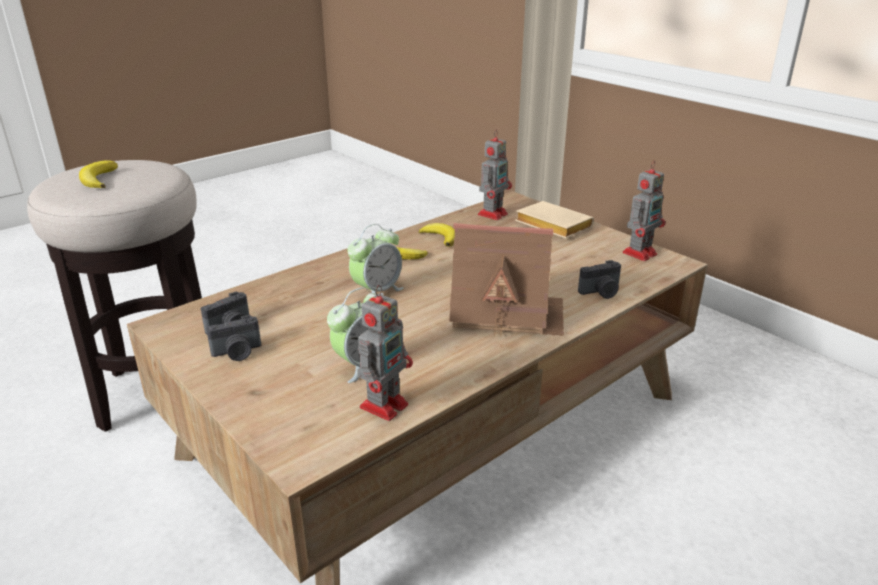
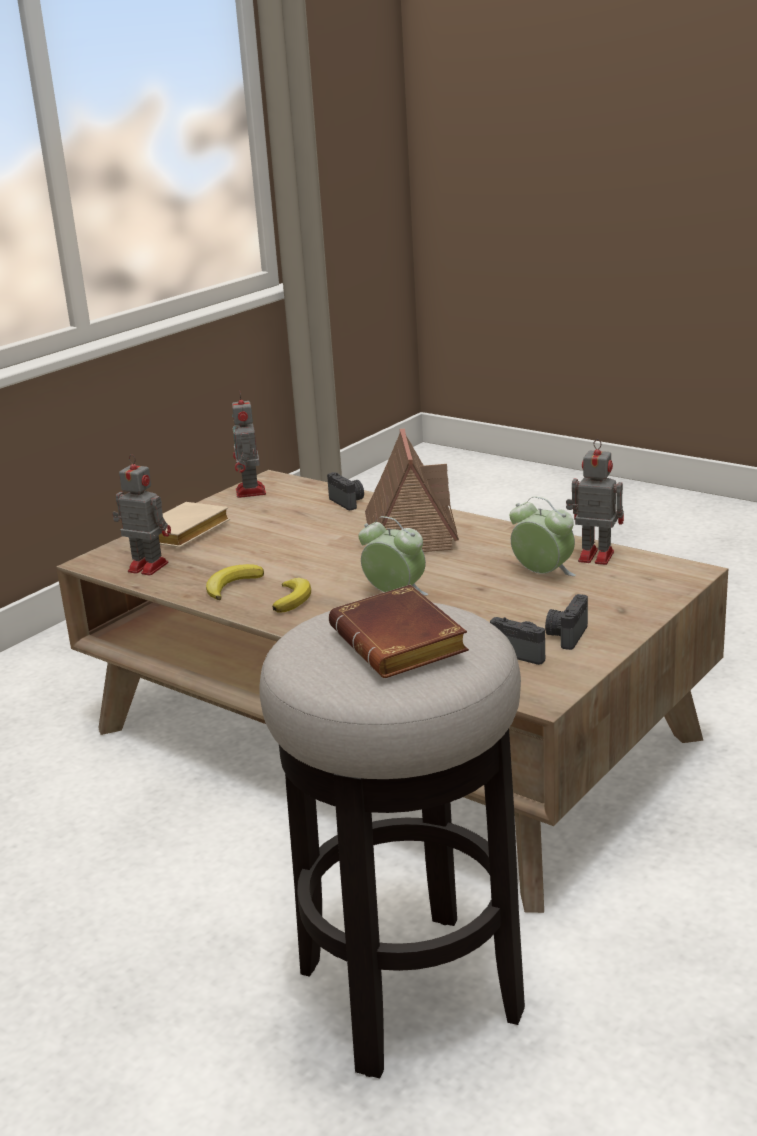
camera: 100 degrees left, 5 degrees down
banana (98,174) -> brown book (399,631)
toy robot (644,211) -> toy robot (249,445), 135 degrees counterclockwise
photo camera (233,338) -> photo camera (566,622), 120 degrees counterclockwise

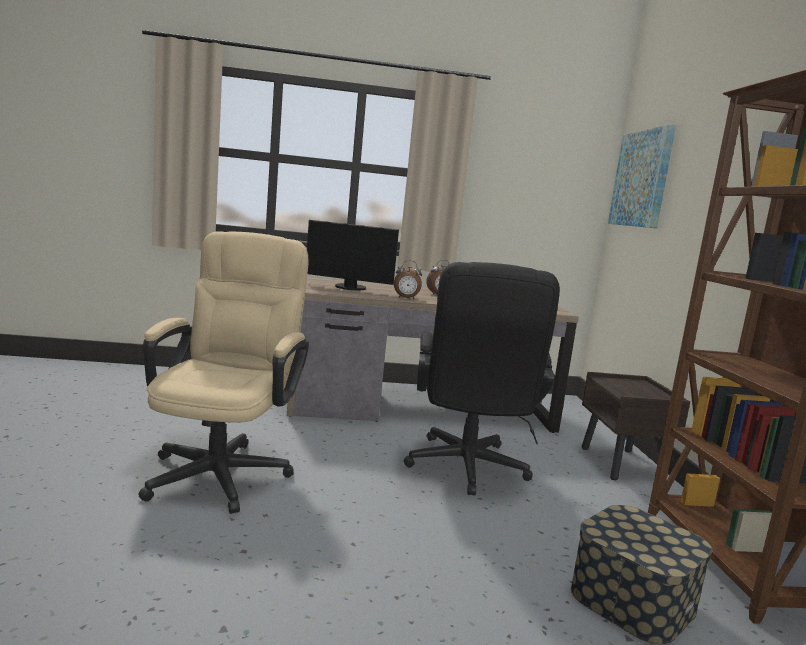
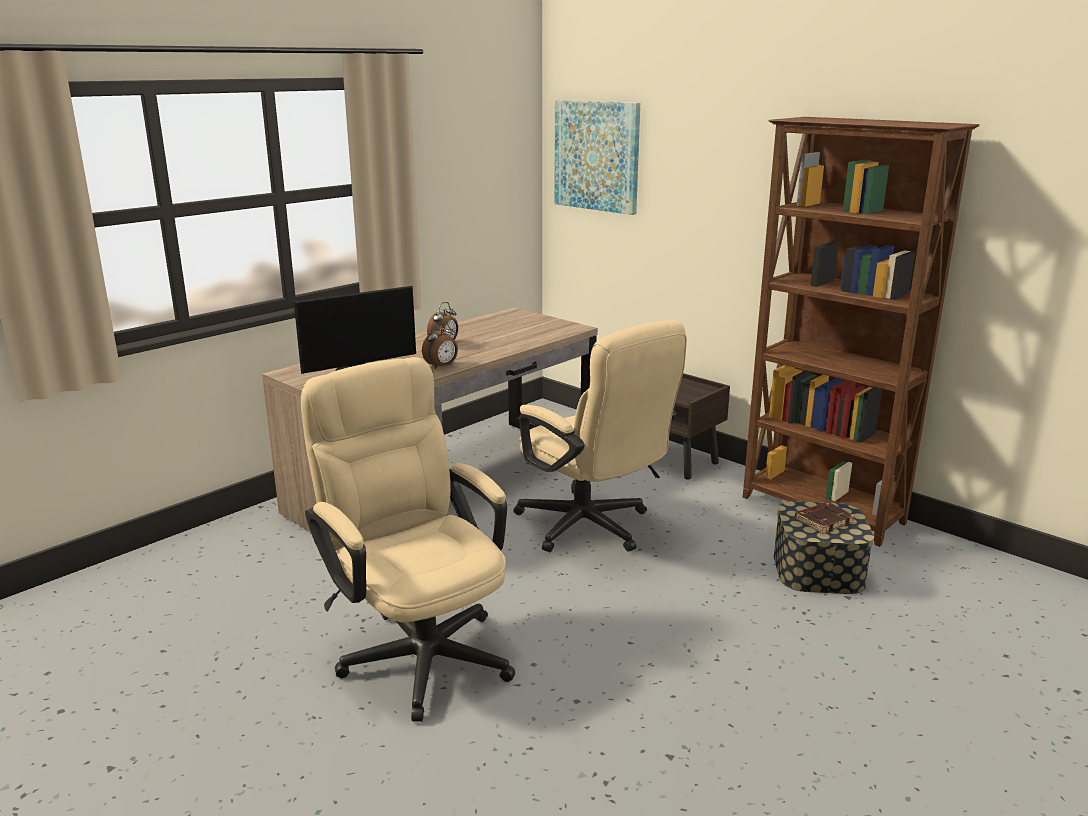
camera: 40 degrees left, 10 degrees up
black office chair (482,379) -> beige office chair (600,436)
none -> brown book (825,518)

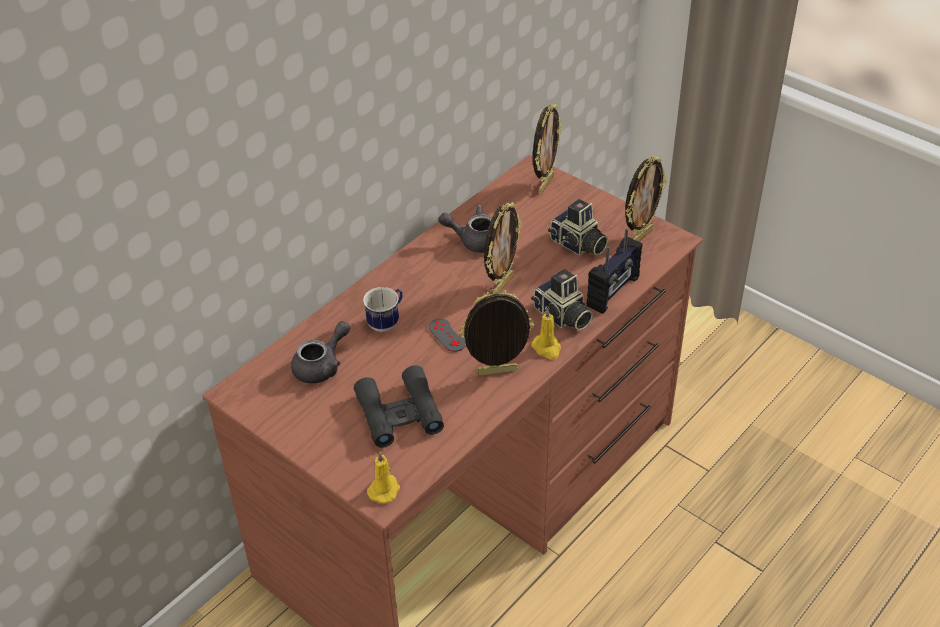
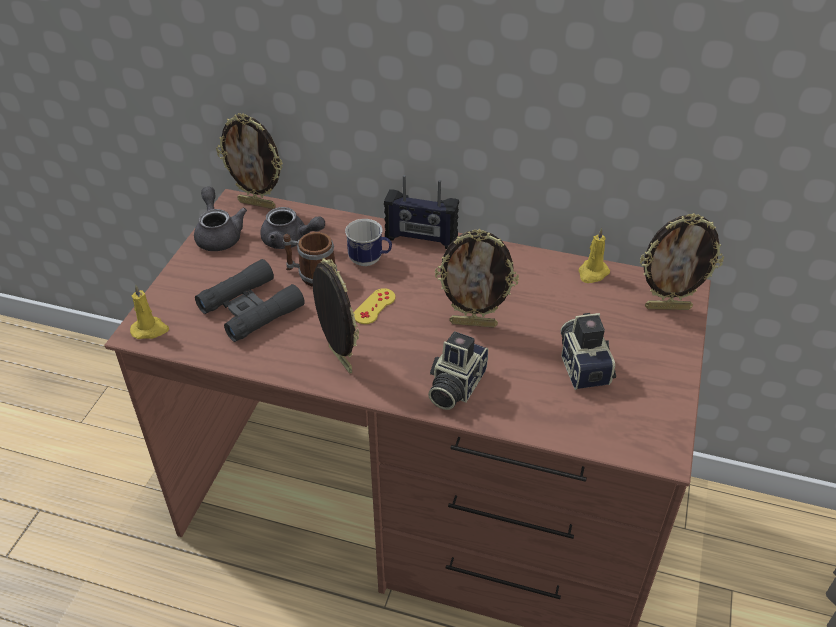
camera: 65 degrees right, 0 degrees up
picture frame (646,199) -> picture frame (249,161), move
photo camera (578,227) -> photo camera (588,351), 150 degrees clockwise
grey teapot (465,228) -> grey teapot (220,219), move
radio (614,271) -> radio (421,212), move
yellow candle (546,334) -> yellow candle (594,255), move
grey game controller (447,335) -> yellow game controller (374,306)
none -> mug (310,259)

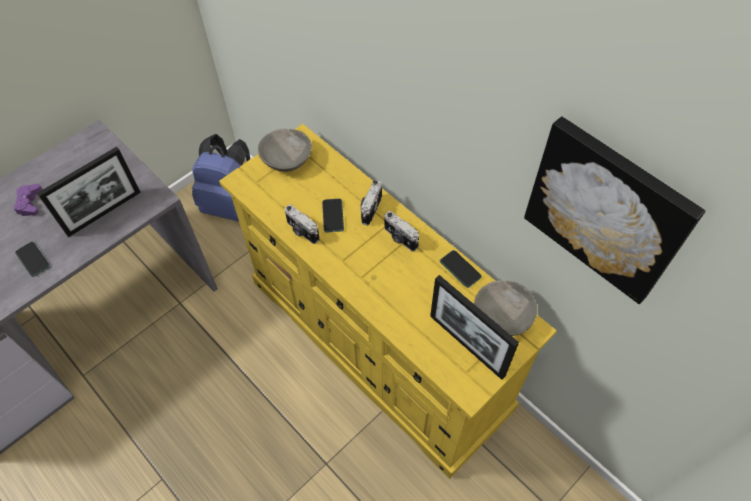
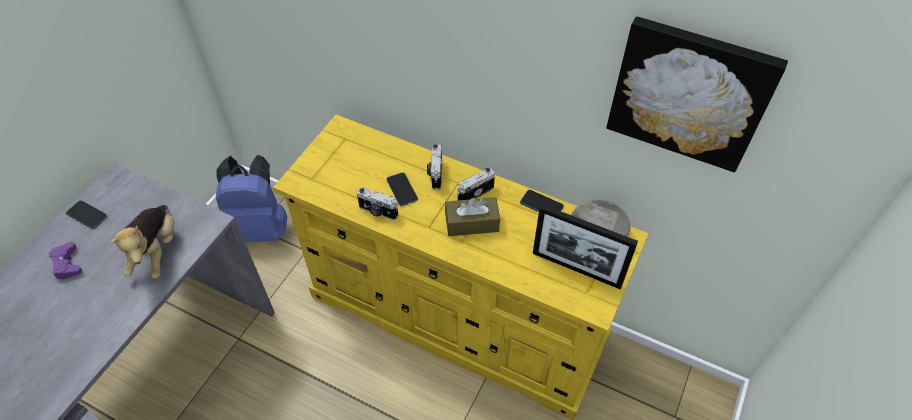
camera: 20 degrees left, 5 degrees down
grey bowl (285,150) -> none
picture frame (89,192) -> plush toy (142,242)
photo camera (401,231) -> photo camera (476,184), 120 degrees clockwise
phone (32,259) -> phone (86,214), move
none -> brown tissue box (472,216)

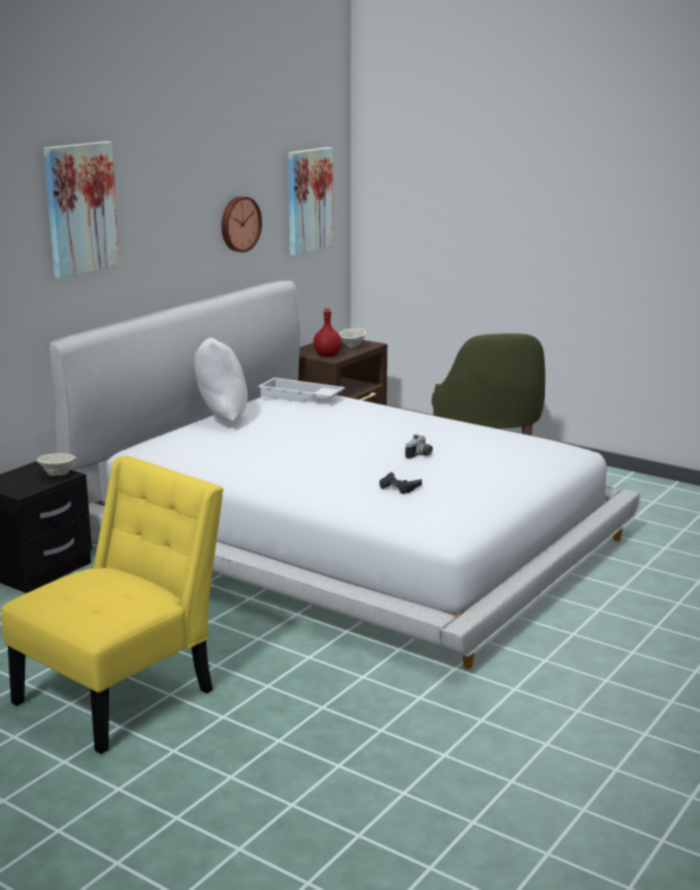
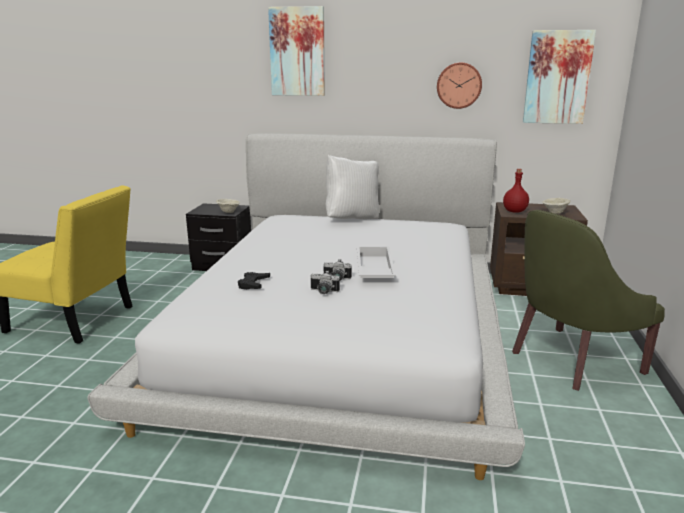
camera: 65 degrees right, 0 degrees up
white tray (301,390) -> white tray (376,262), move
none -> photo camera (325,282)

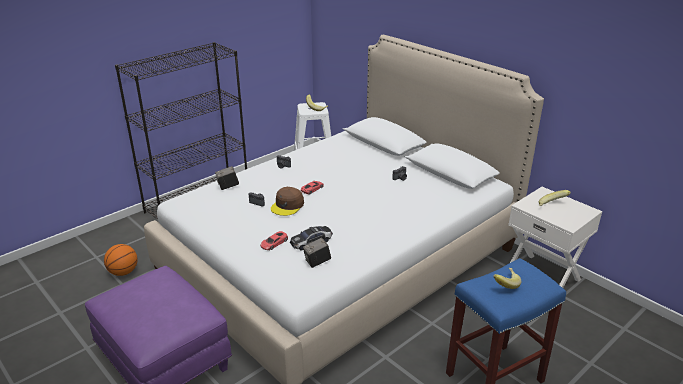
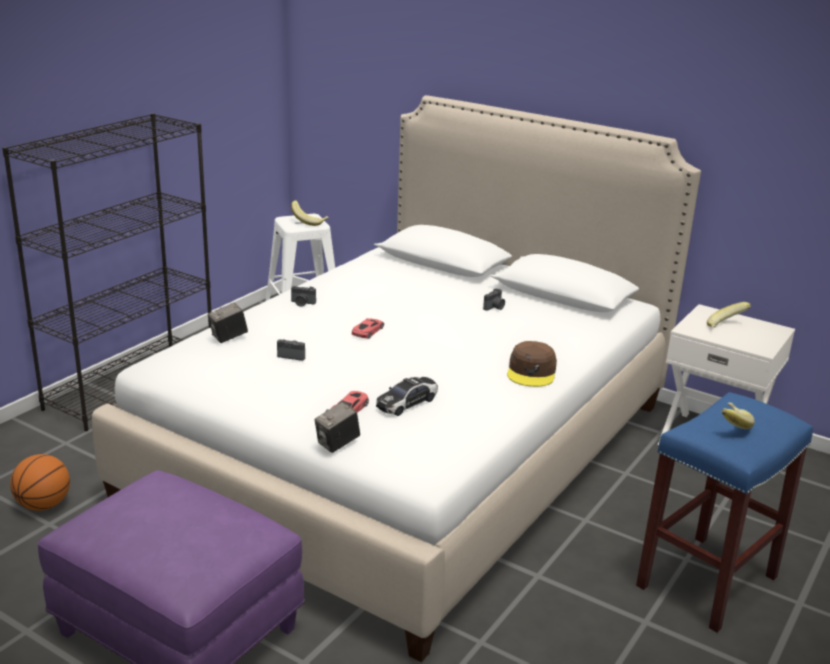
camera: 15 degrees left, 5 degrees down
brown cap (287,201) -> brown cap (532,364), move
photo camera (317,253) -> photo camera (337,427), move

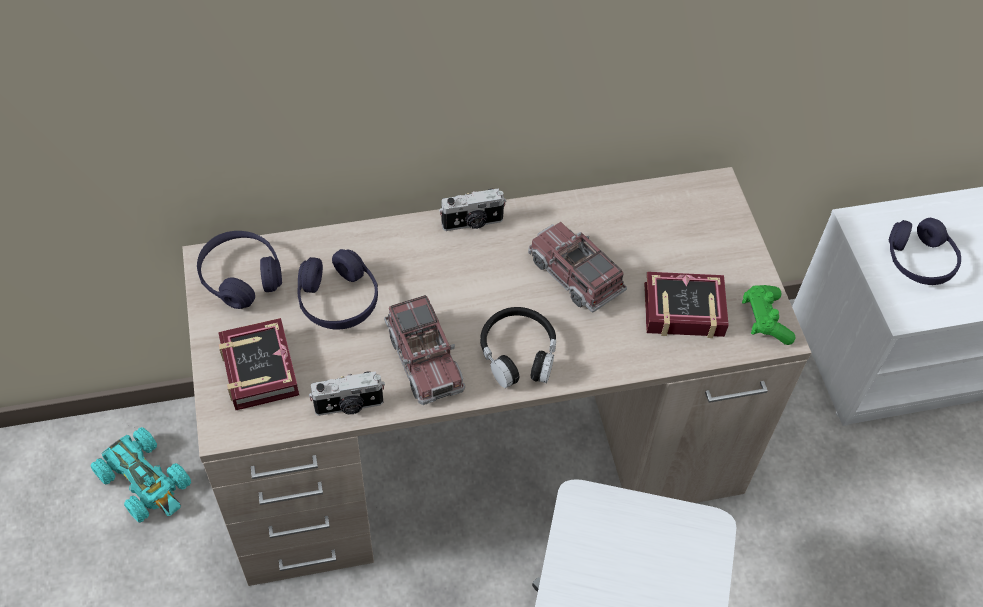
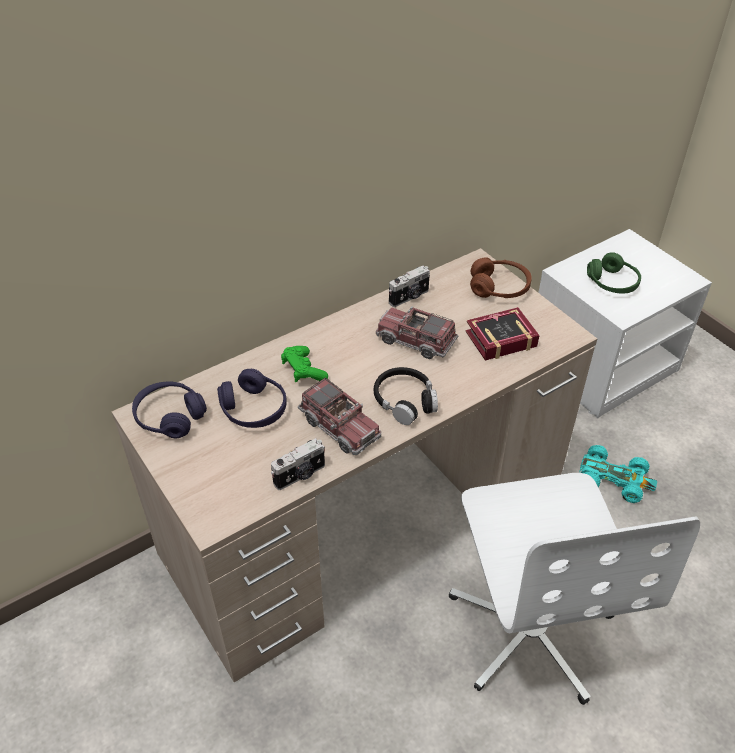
camera: 20 degrees left, 10 degrees down
photo camera (472,209) -> photo camera (409,286), move
purple headphones (925,251) -> green headphones (614,273)
green game controller (769,315) -> green game controller (304,364), move
book (258,364) -> none
turquoise toy car (140,474) -> turquoise toy car (618,474), move
none -> brown headphones (501,277)

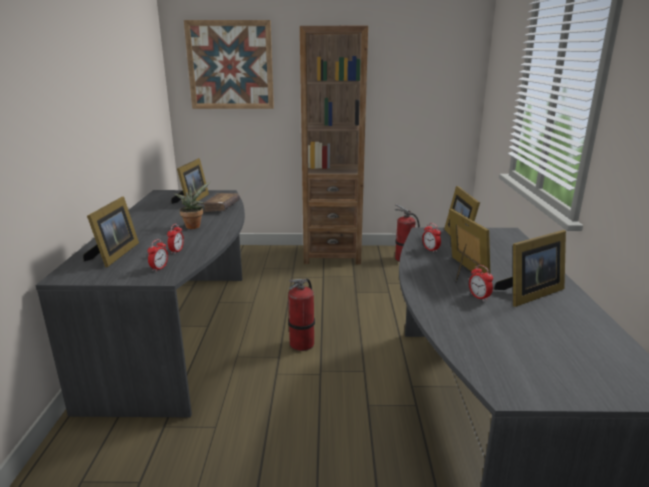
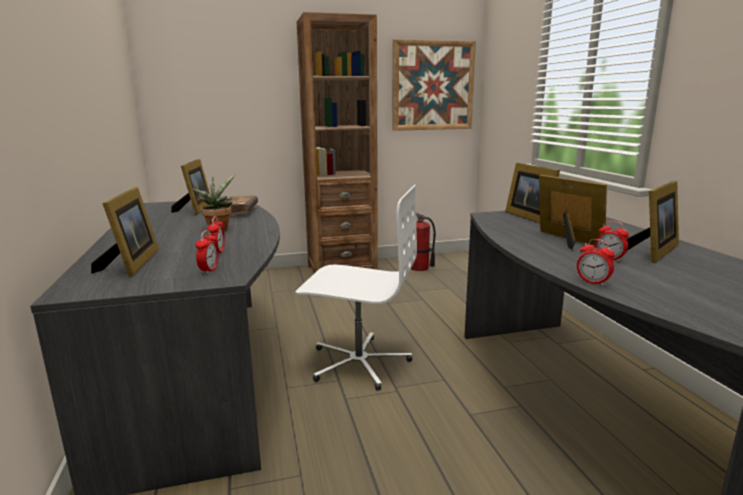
camera: 15 degrees left, 5 degrees down
picture (229,64) -> picture (434,85), move
alarm clock (431,237) -> alarm clock (596,262), move
fire extinguisher (301,314) -> white office chair (356,288)

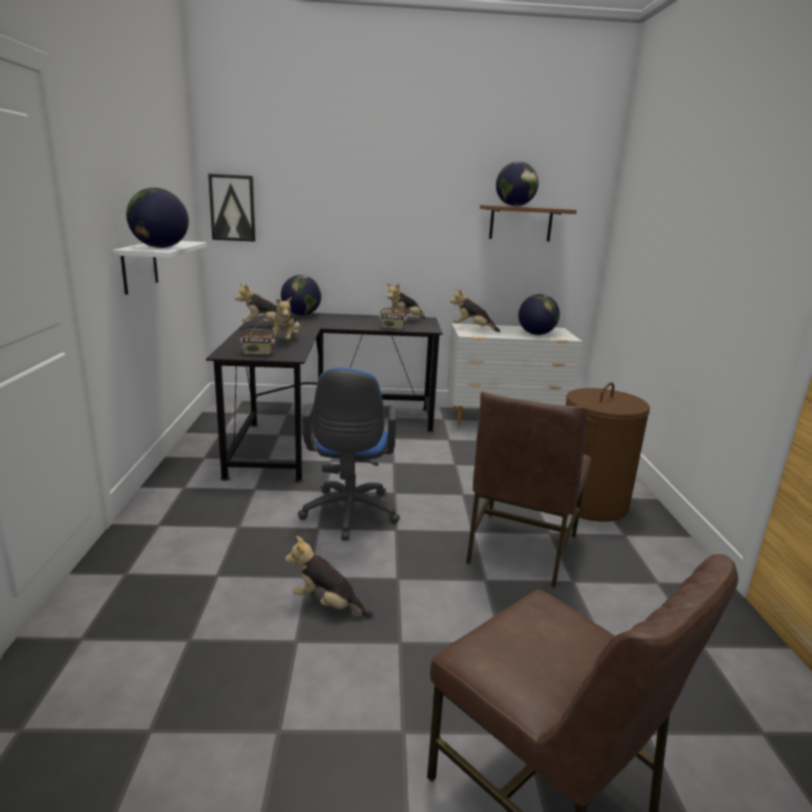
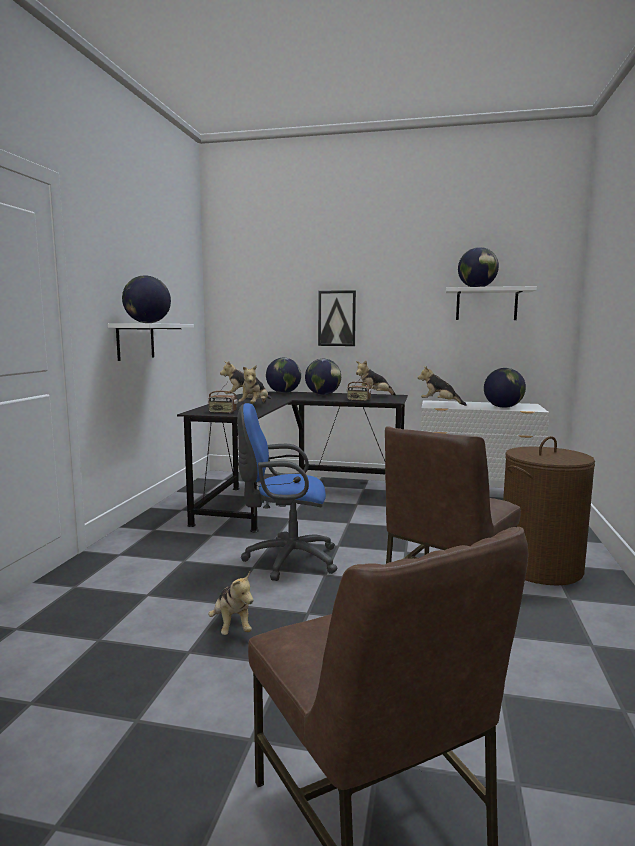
camera: 15 degrees right, 10 degrees down
picture (232,208) -> picture (337,318), move
brown shelf (528,223) -> white shelf (491,303)
blue office chair (349,453) -> blue office chair (287,492), 75 degrees clockwise
plush toy (329,577) -> plush toy (230,603), 150 degrees counterclockwise
none -> globe (323,377)

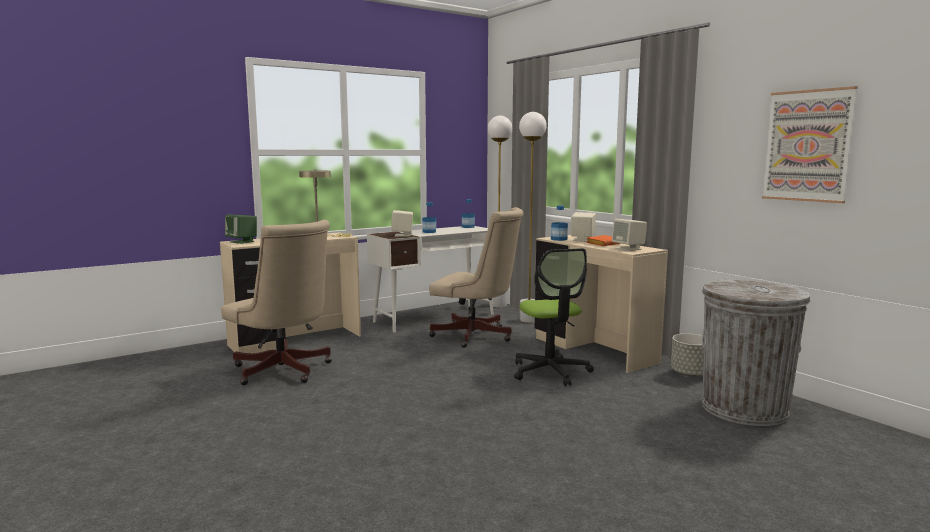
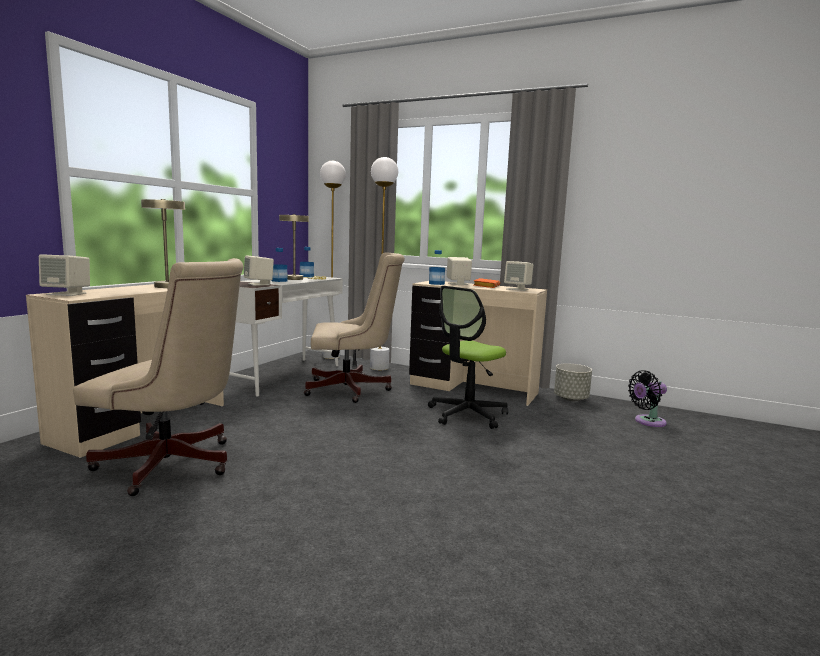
camera: 30 degrees left, 0 degrees up
picture (810,144) -> none
green speaker (241,229) -> beige speaker (64,275)
office chair (554,317) -> office chair (468,357), 90 degrees clockwise
grey trash can (756,352) -> black fan (647,398)
none -> beige table lamp (302,247)

